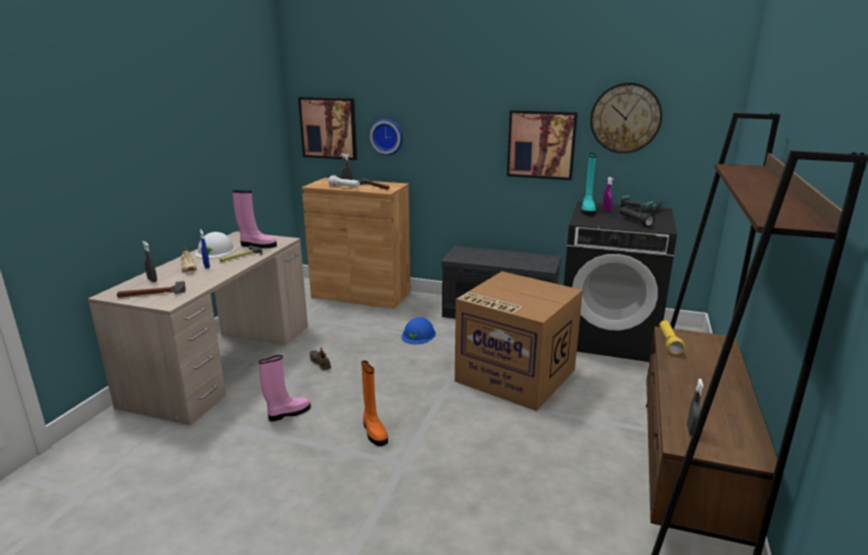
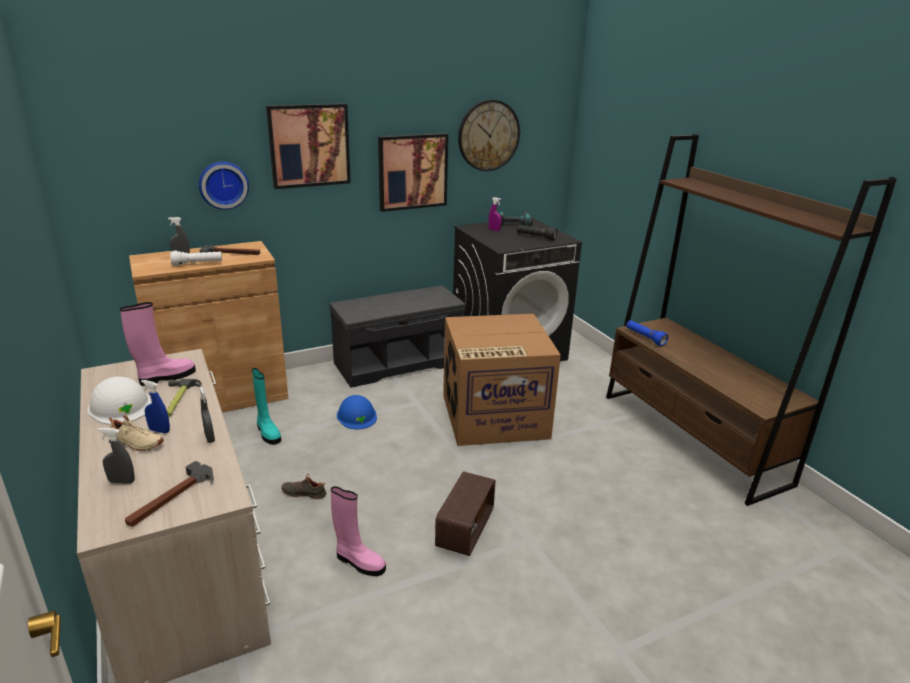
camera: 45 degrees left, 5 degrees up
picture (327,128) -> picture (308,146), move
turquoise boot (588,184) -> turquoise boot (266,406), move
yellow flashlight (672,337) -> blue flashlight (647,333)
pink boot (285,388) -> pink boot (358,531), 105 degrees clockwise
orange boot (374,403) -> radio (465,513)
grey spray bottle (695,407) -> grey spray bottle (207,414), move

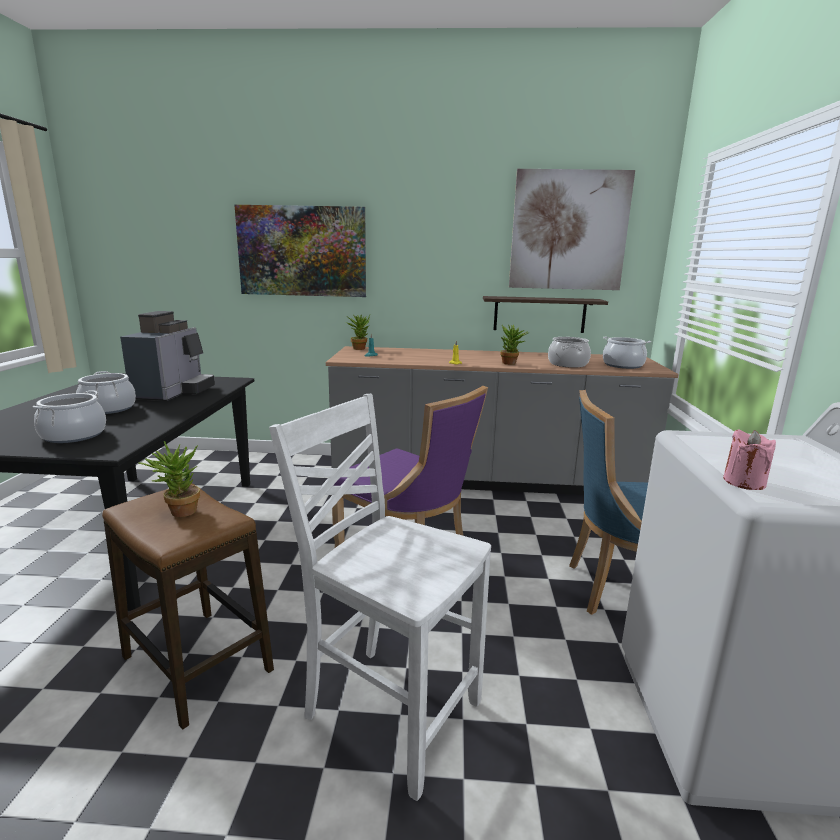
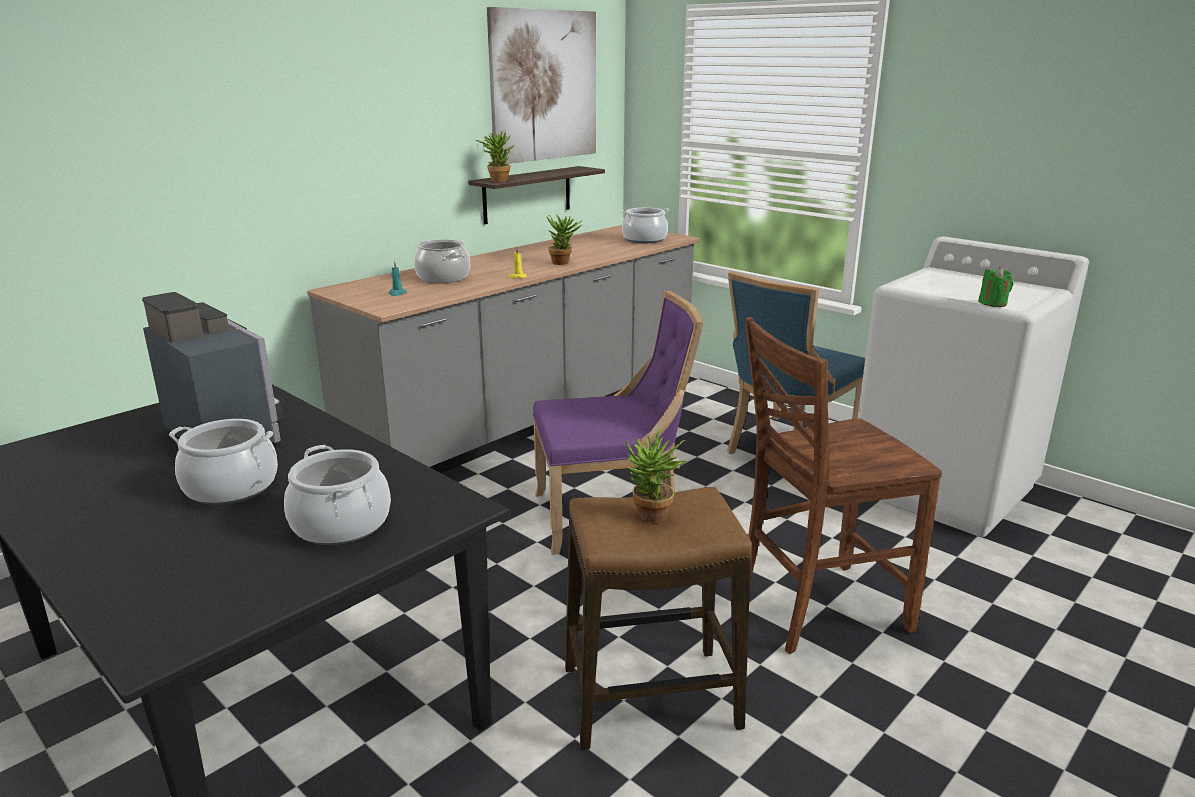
camera: 50 degrees left, 5 degrees up
picture (300,251) -> none
potted plant (358,332) -> potted plant (495,156), move
cooking pot (569,352) -> cooking pot (442,261), move
white chair (380,597) -> brown chair (843,485)
pink candle (749,459) -> green candle (995,287)

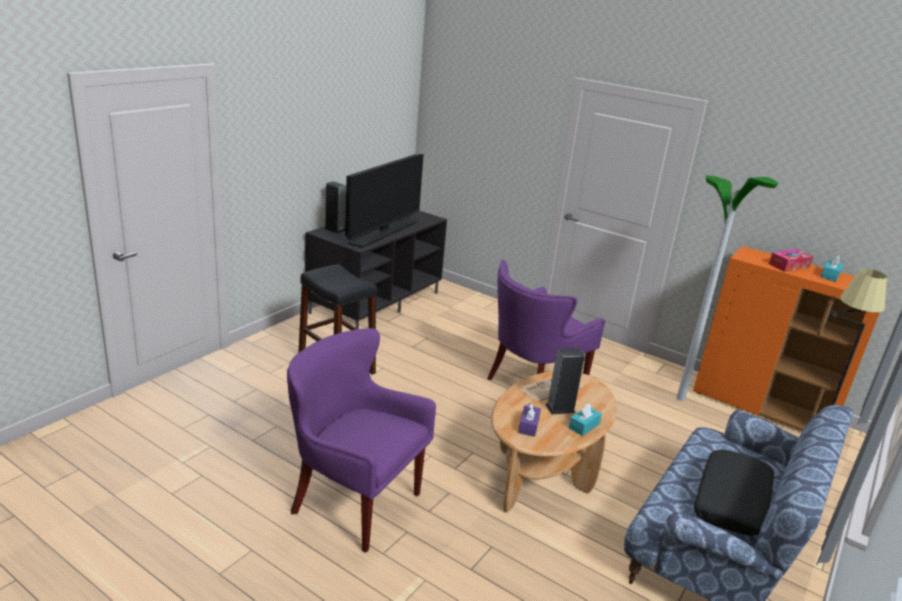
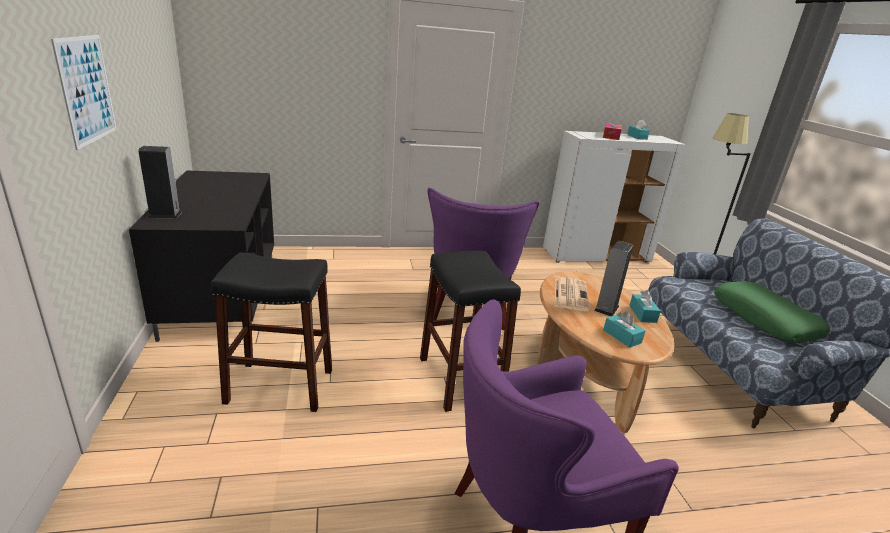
camera: 45 degrees left, 0 degrees up
television (384,201) -> none
floor lamp (727,288) -> none
orange cabinet (790,338) -> white cabinet (614,197)
purple tissue box (529,420) -> turquoise tissue box (624,329)
black pillow (734,493) -> green pillow (772,312)
none -> picture (84,92)
none -> black stool (470,331)

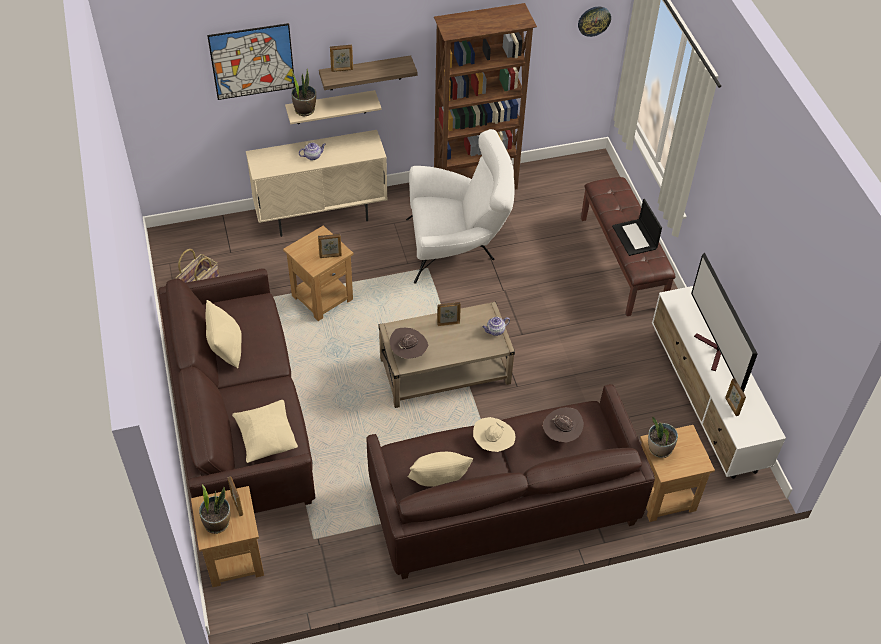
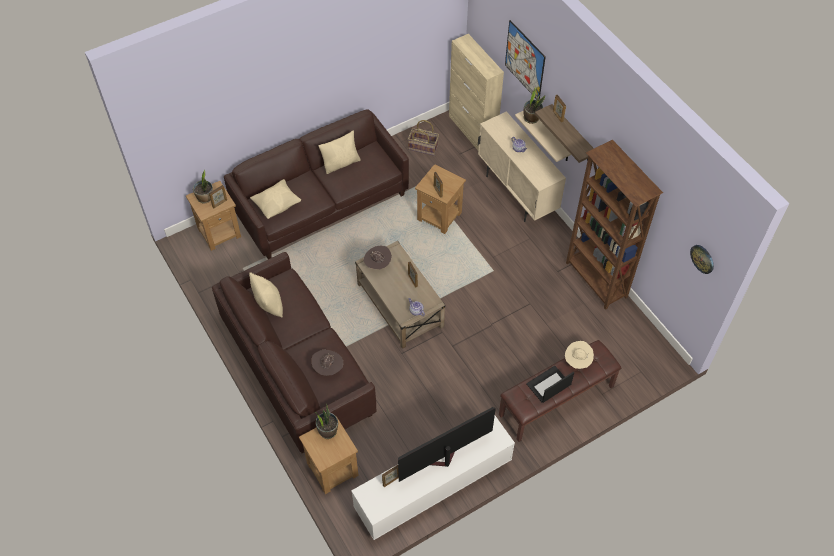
camera: 75 degrees right, 5 degrees up
white armchair (460,206) -> none
beige hat (494,434) -> beige hat (579,355), move
none -> beige cabinet (476,92)

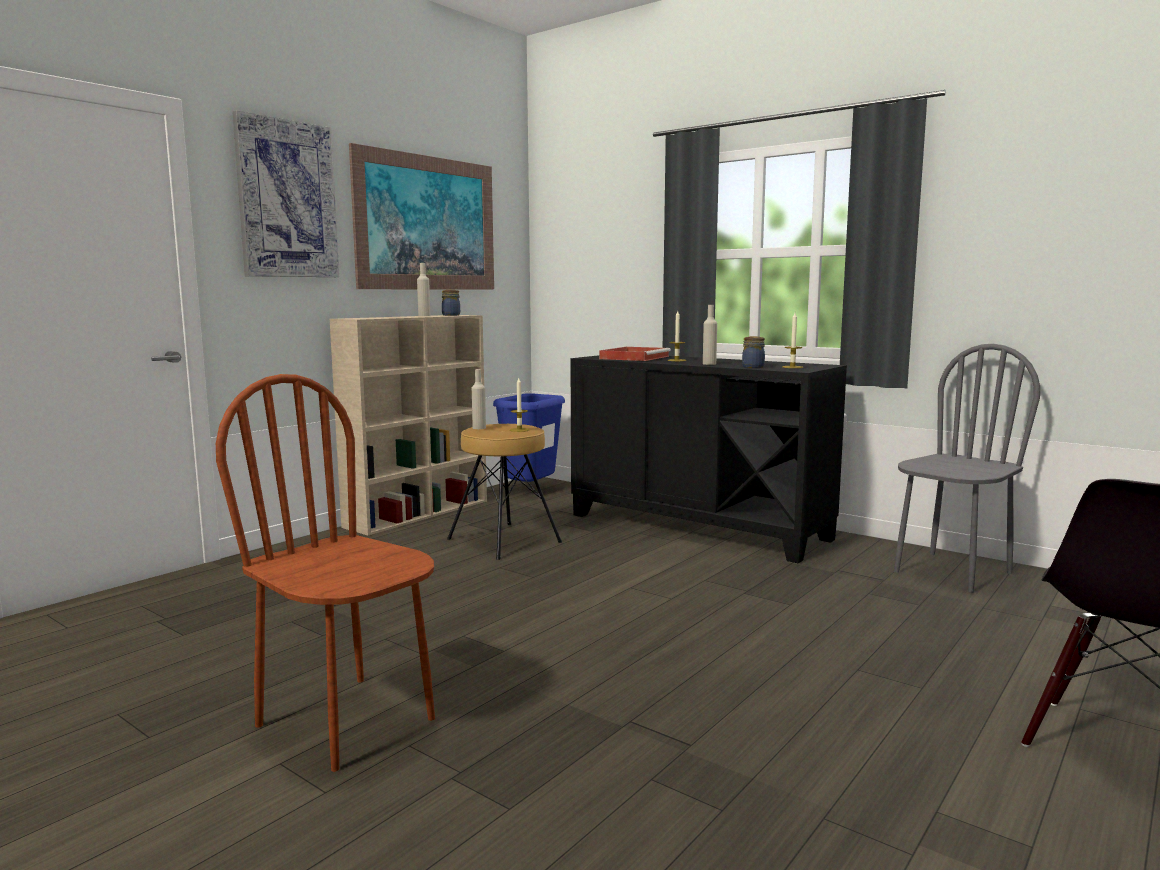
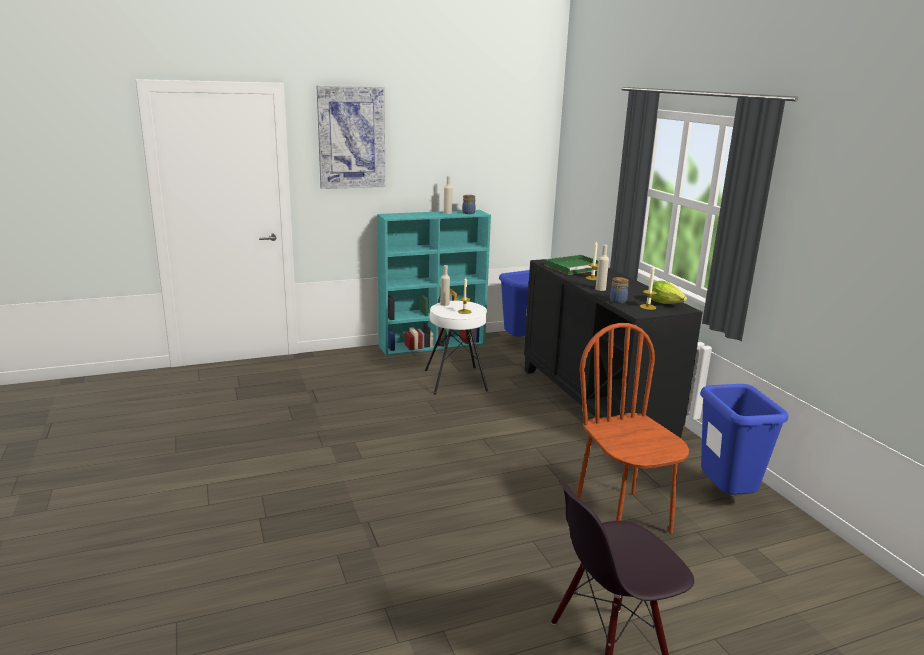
camera: 30 degrees right, 10 degrees up
picture (421,216) -> none
beige bookcase (408,425) -> turquoise bookcase (434,283)
grey chair (967,468) -> blue trash can (744,439)
red tray (635,354) -> green tray (571,265)
brown chair (325,573) -> brown chair (633,428), move
brown stool (504,492) -> white stool (456,348)
none -> lettuce (669,292)

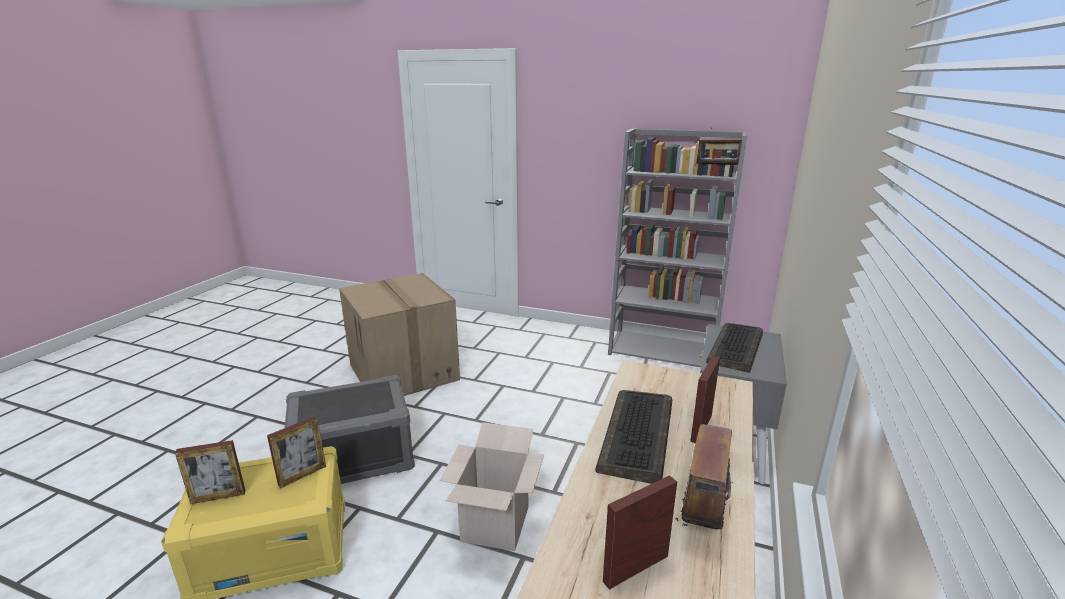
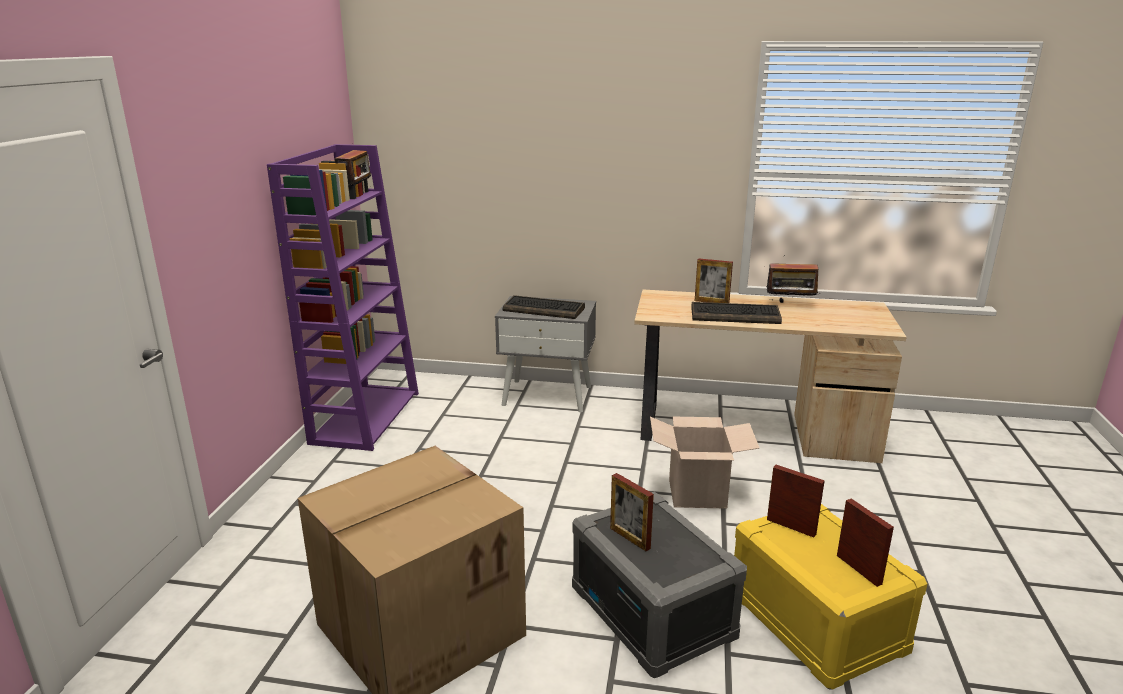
camera: 100 degrees left, 0 degrees up
grey bookcase (677,248) -> purple bookcase (343,297)
picture frame (640,532) -> picture frame (632,512), move

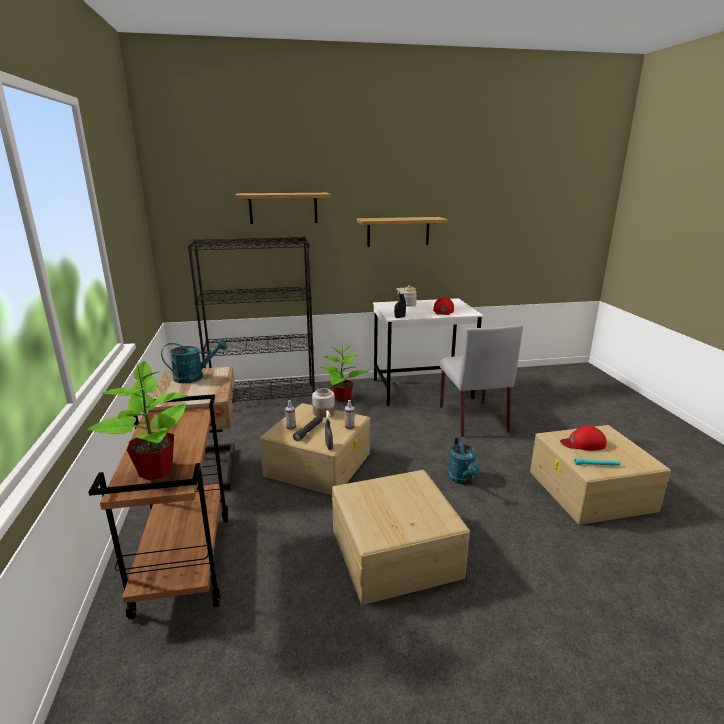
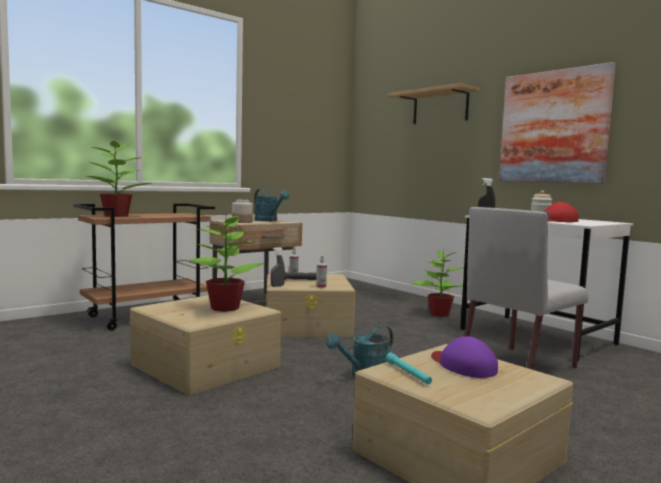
camera: 60 degrees right, 15 degrees down
shelf (403,232) -> picture (557,123)
black bookcase (251,318) -> none
jar (323,402) -> jar (242,211), move
red cap (583,438) -> purple cap (464,357)
none -> potted plant (226,264)

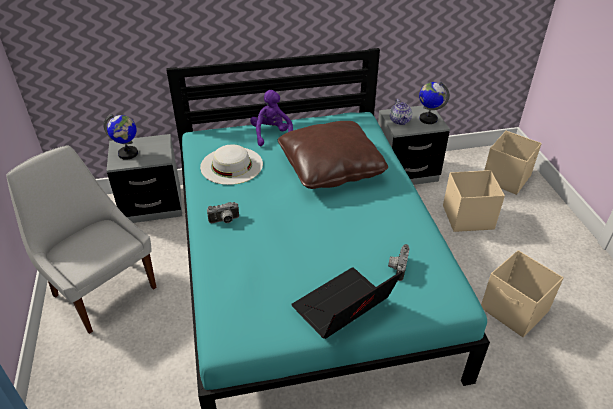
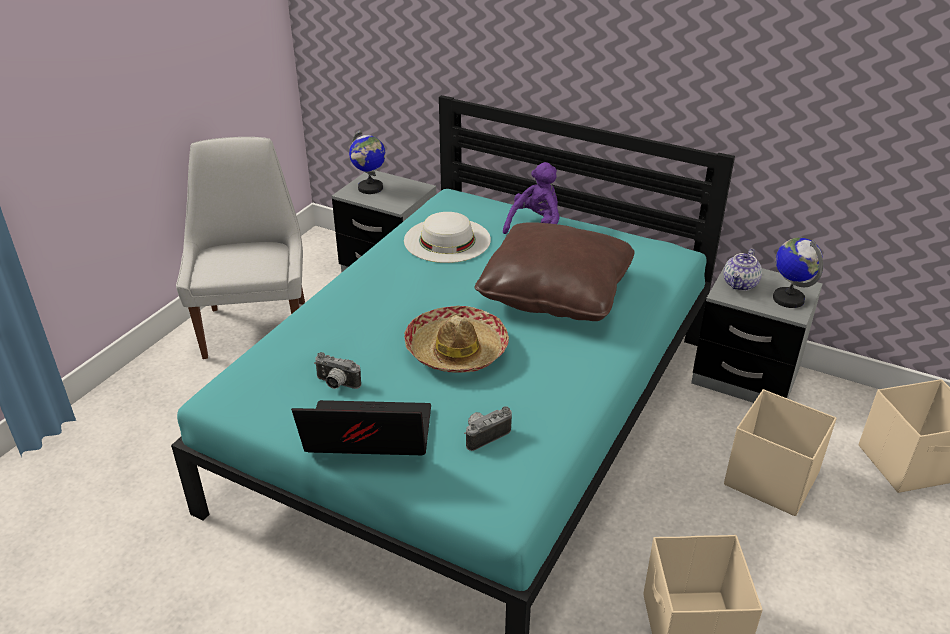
camera: 40 degrees right, 5 degrees down
photo camera (223,212) -> photo camera (337,370), move
none -> hat (456,339)

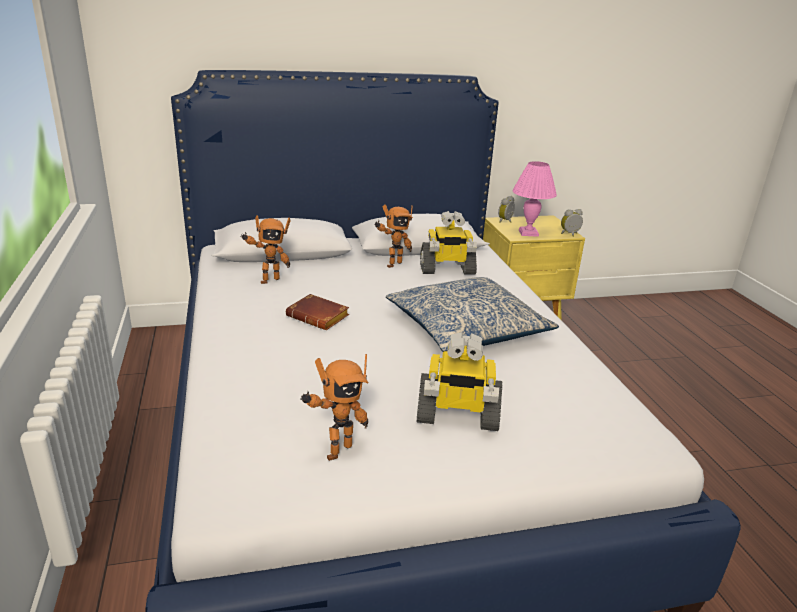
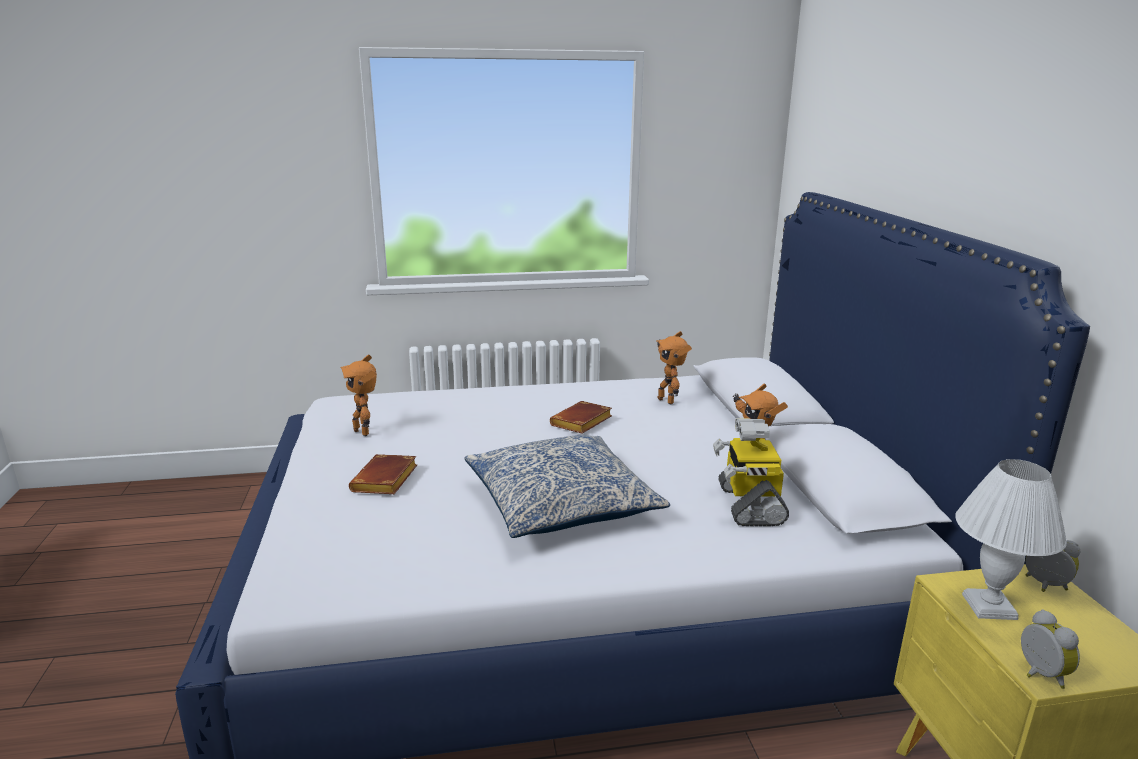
camera: 95 degrees right, 5 degrees down
pink table lamp (535,199) -> white table lamp (1011,539)
toy robot (459,381) -> brown book (383,474)

